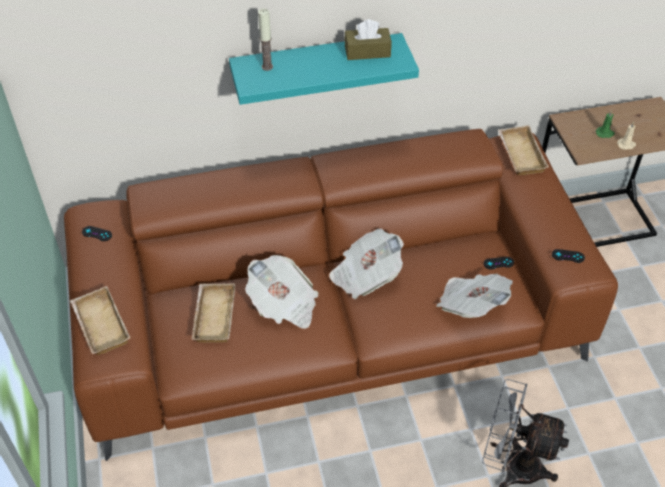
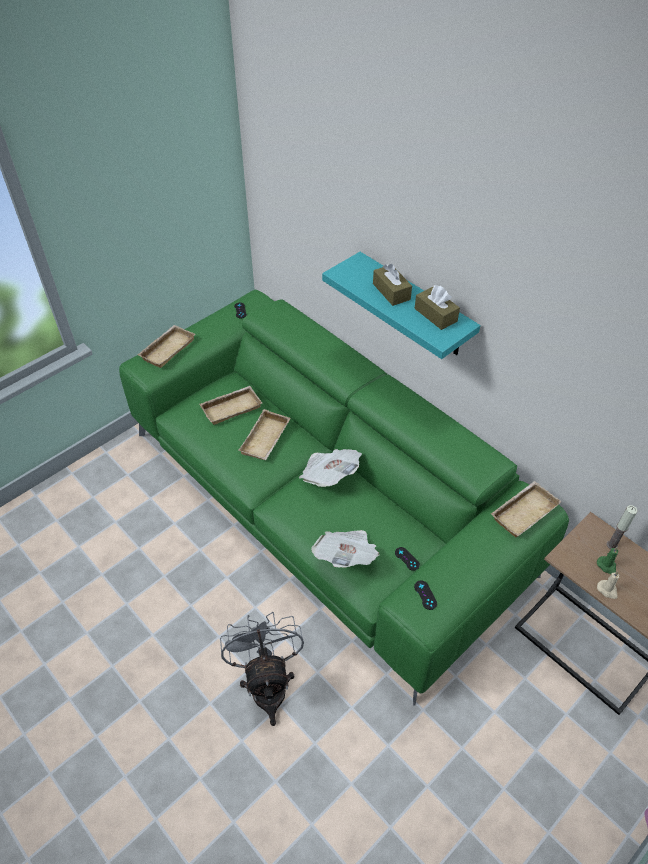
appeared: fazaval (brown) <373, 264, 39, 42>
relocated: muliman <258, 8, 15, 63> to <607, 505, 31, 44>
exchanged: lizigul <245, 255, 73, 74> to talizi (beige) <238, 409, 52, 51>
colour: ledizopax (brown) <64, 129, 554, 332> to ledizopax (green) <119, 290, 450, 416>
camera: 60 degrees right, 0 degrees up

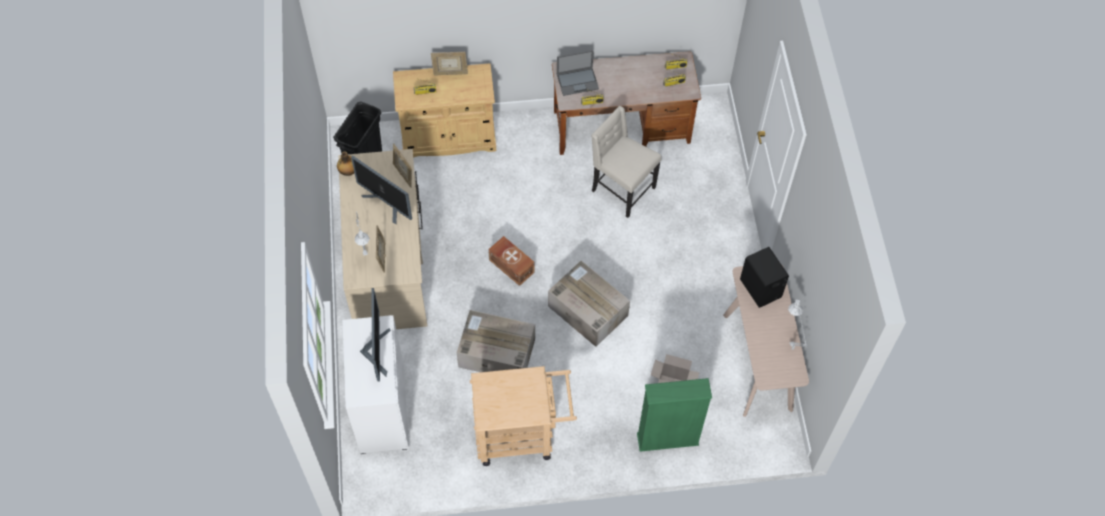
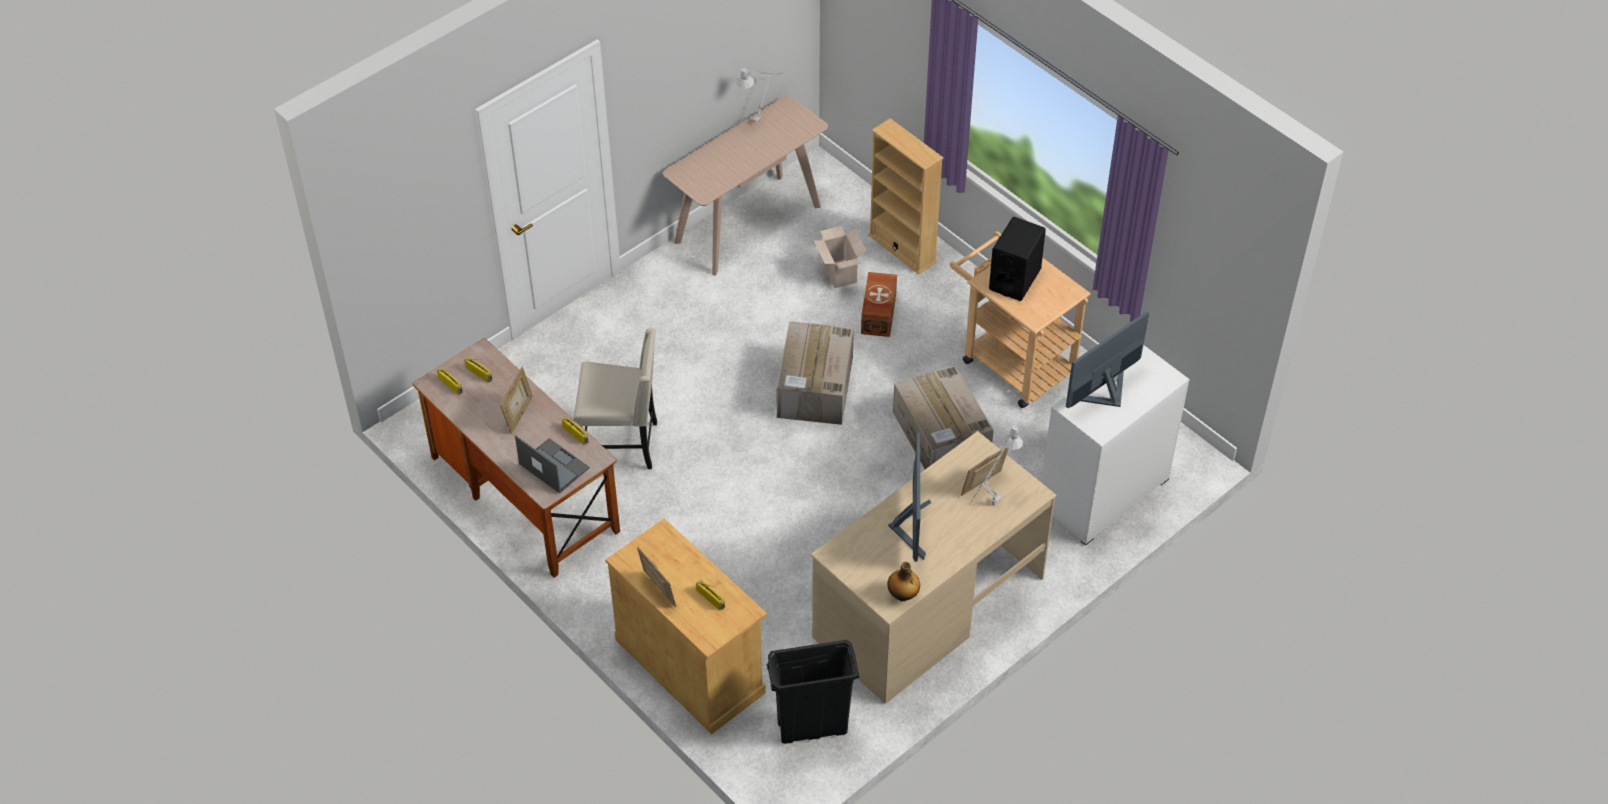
relocated: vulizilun <393, 143, 19, 45> to <500, 367, 33, 67>; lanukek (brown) <488, 236, 47, 50> to <861, 272, 36, 65>; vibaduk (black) <740, 247, 49, 61> to <989, 217, 57, 84>
colour: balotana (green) <637, 378, 75, 74> to balotana (beige) <868, 118, 75, 156>
spun: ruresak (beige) <591, 106, 71, 112> = <574, 328, 83, 141> 90 degrees counterclockwise
camera: 125 degrees left, 10 degrees down

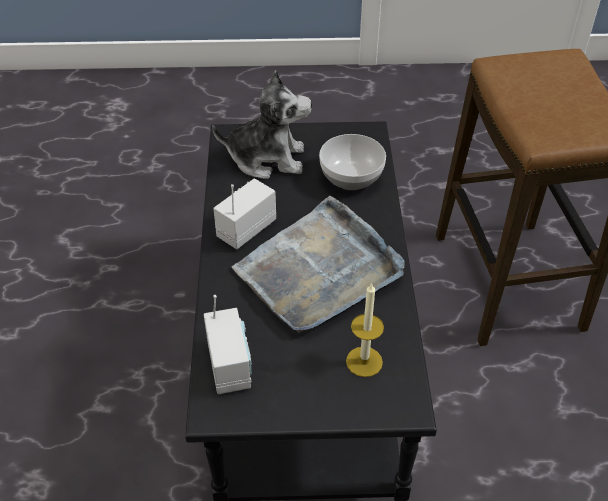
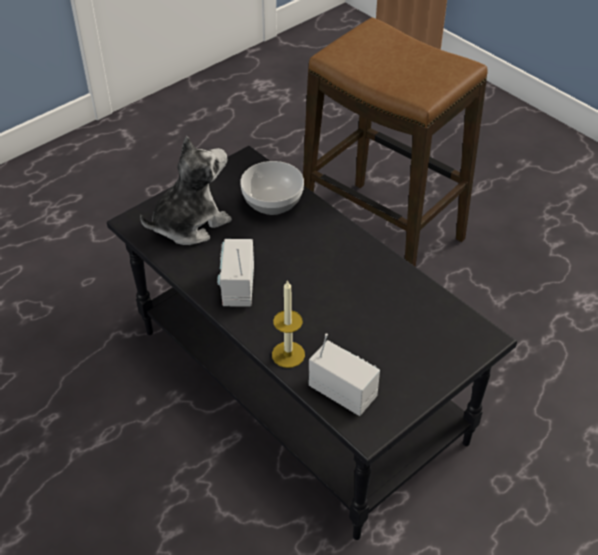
missing: talizi (grey) <232, 196, 173, 137>
relocated: muliman <346, 282, 38, 95> to <272, 280, 33, 88>
camera: 40 degrees left, 0 degrees up

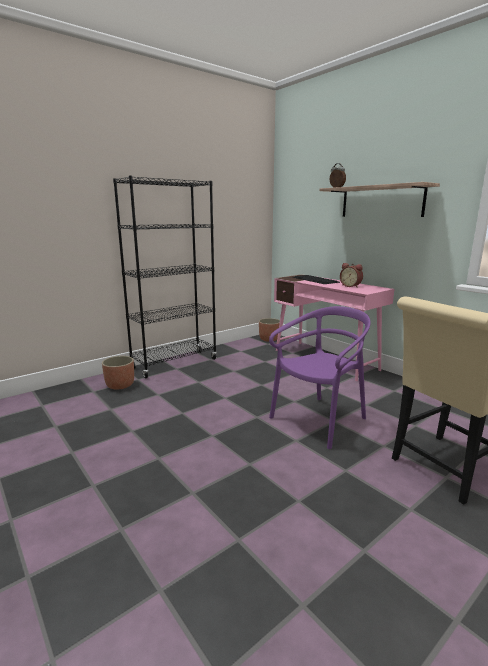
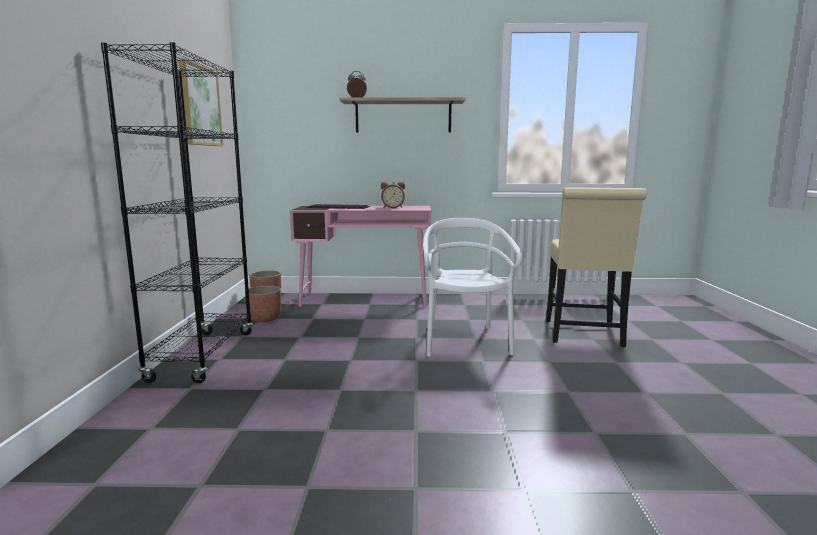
appeared: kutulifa <179, 58, 44, 88>
relocated: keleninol <102, 356, 32, 33> to <245, 286, 36, 36>
colour: ruresak (purple) <269, 306, 102, 143> to ruresak (white) <423, 218, 99, 139>
camera: 50 degrees left, 5 degrees down

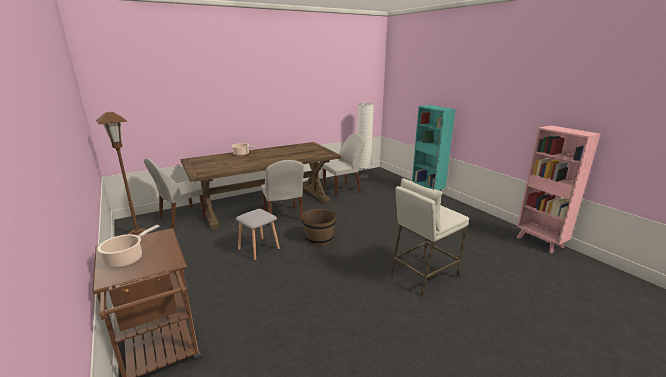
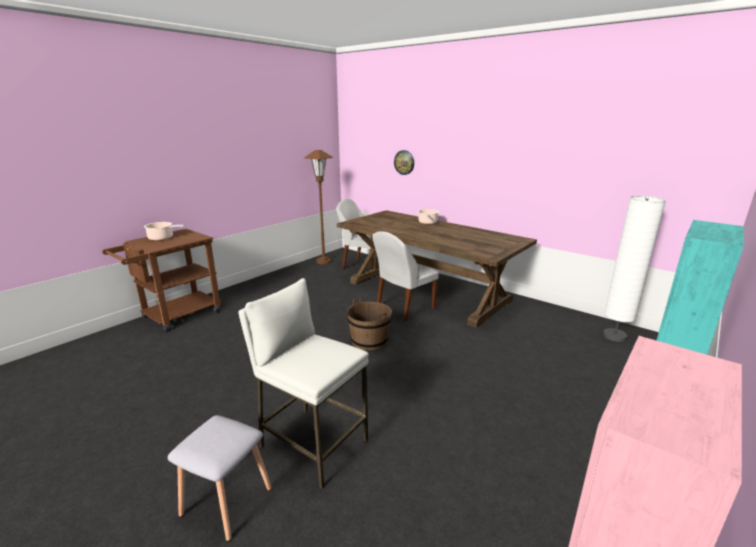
missing: ruresak (white) <322, 134, 43, 62>
appeared: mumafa <394, 150, 20, 25>
relocated: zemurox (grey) <236, 209, 44, 52> to <167, 415, 105, 126>
camera: 70 degrees right, 0 degrees up

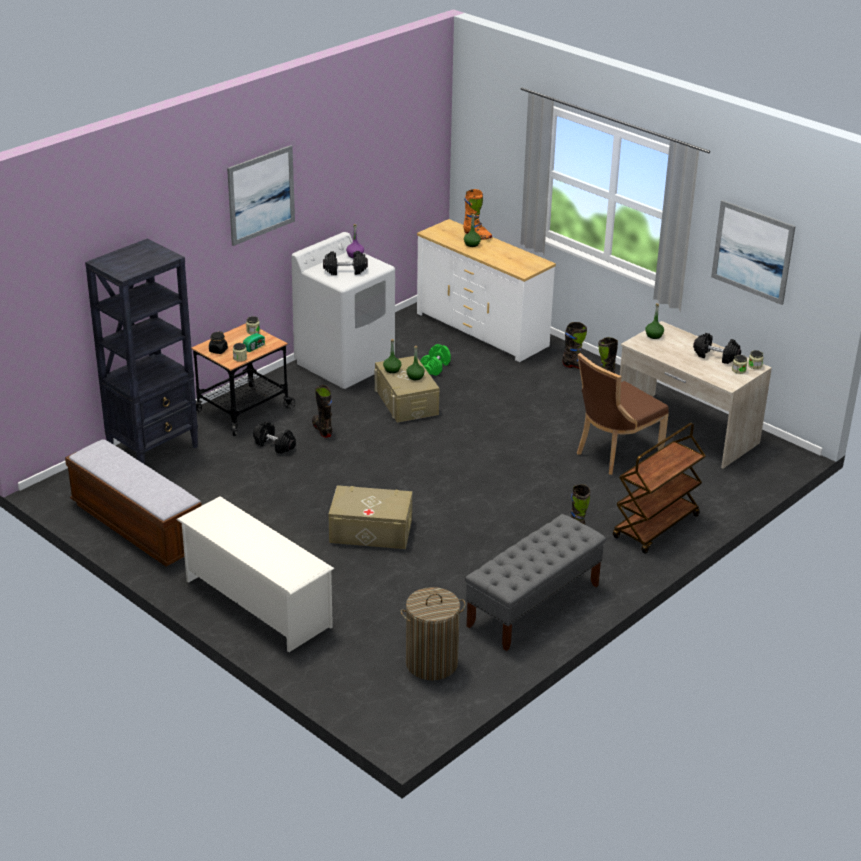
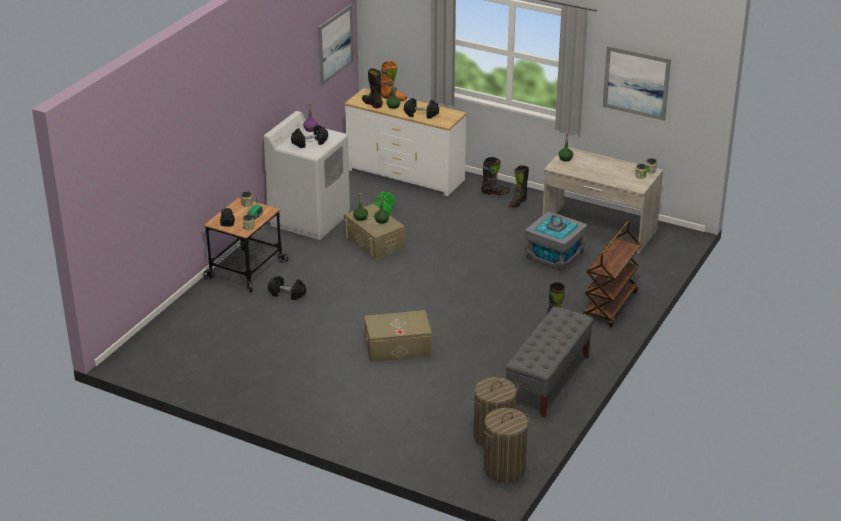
missing: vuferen <65, 439, 137, 127>; balotana (black) <85, 239, 113, 225>; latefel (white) <176, 496, 158, 156>
appeared: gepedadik <483, 408, 46, 74>
relocated: kutulifa <227, 145, 68, 101> to <318, 4, 36, 81>; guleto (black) <312, 385, 21, 53> to <362, 68, 21, 40>; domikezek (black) <693, 333, 48, 31> to <404, 98, 35, 21>
exchanged: ruresak (brown) <577, 353, 92, 122> to lanukek (grey) <525, 211, 62, 60>
camera: 15 degrees left, 0 degrees up

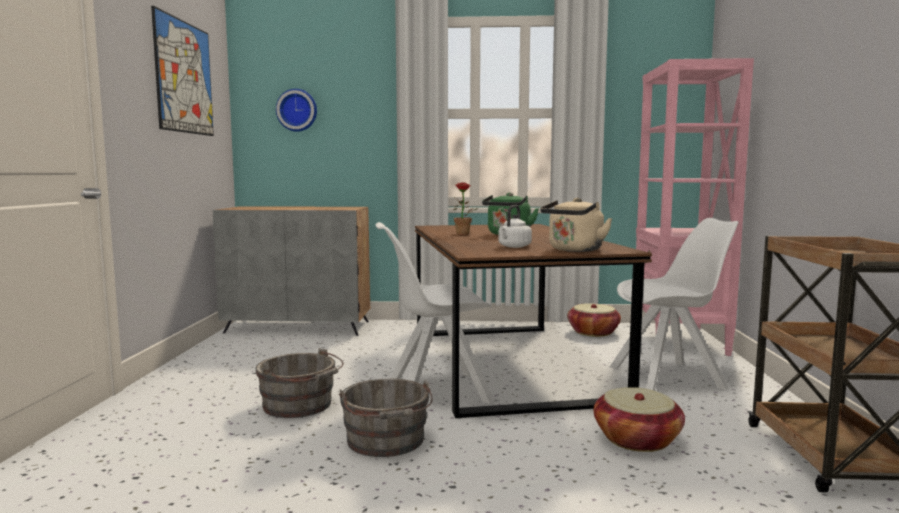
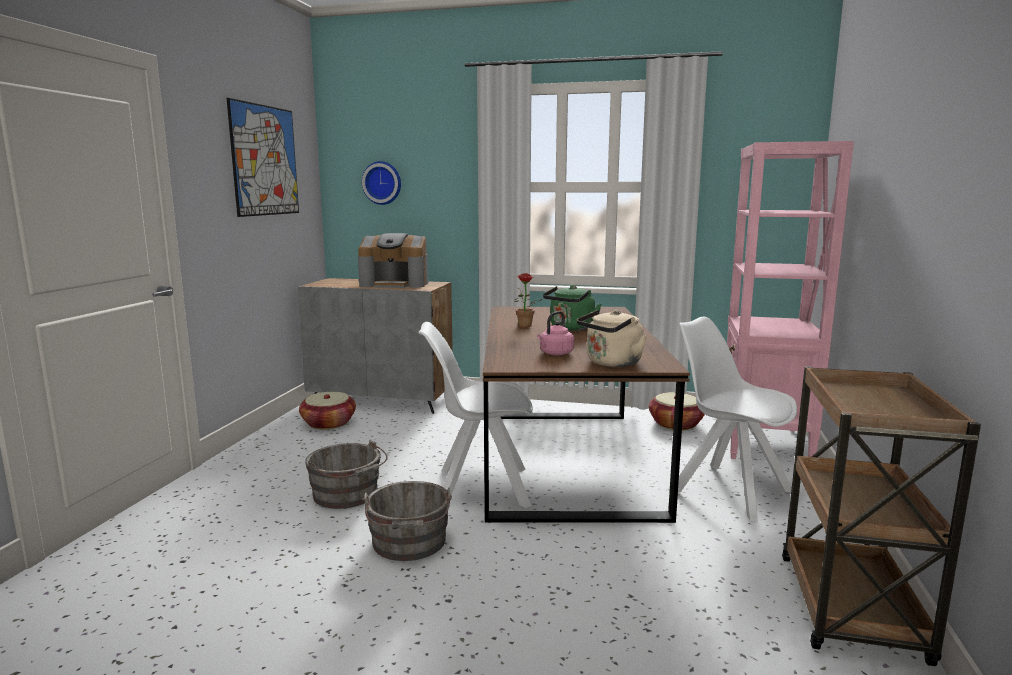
appeared: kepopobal <358, 233, 70, 55>
relocated: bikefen <594, 387, 91, 65> to <299, 392, 57, 38>
colour: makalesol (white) <498, 205, 34, 43> to makalesol (pink) <537, 311, 37, 44>
spun: ruresak (white) <609, 218, 130, 173> = <678, 317, 119, 204> 135 degrees counterclockwise
camera: 10 degrees right, 5 degrees up

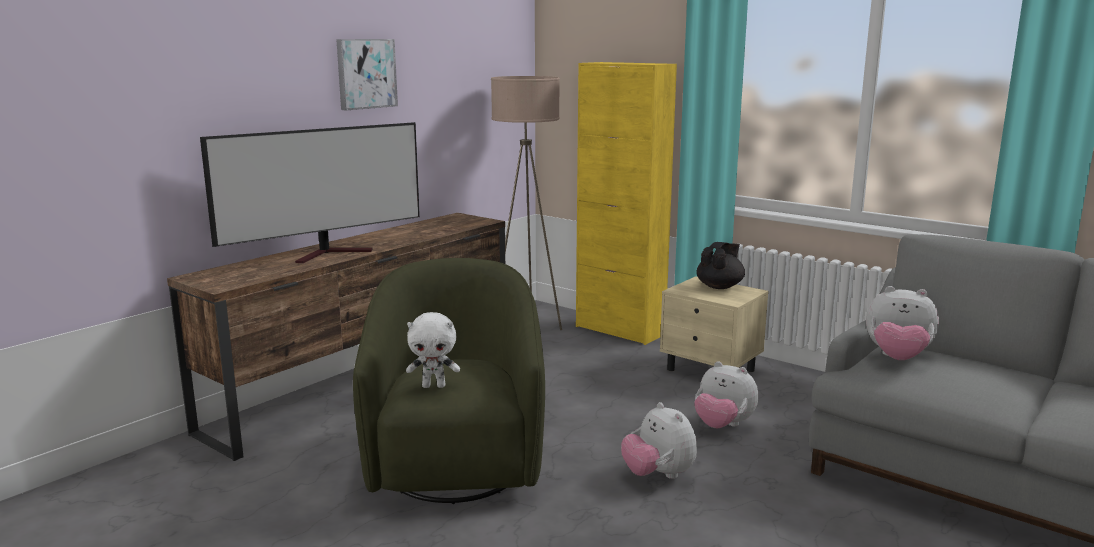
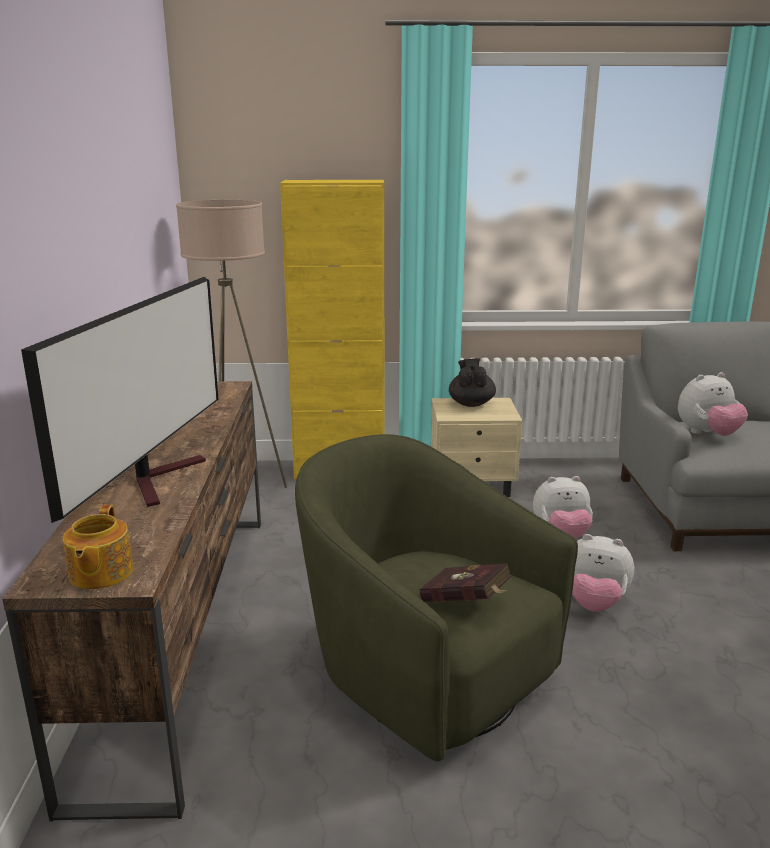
missing: kutulifa <336, 39, 62, 72>
appeared: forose <63, 505, 71, 84>
exchanged: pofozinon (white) <406, 312, 54, 76> to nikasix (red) <419, 563, 92, 39>
camera: 40 degrees left, 5 degrees up

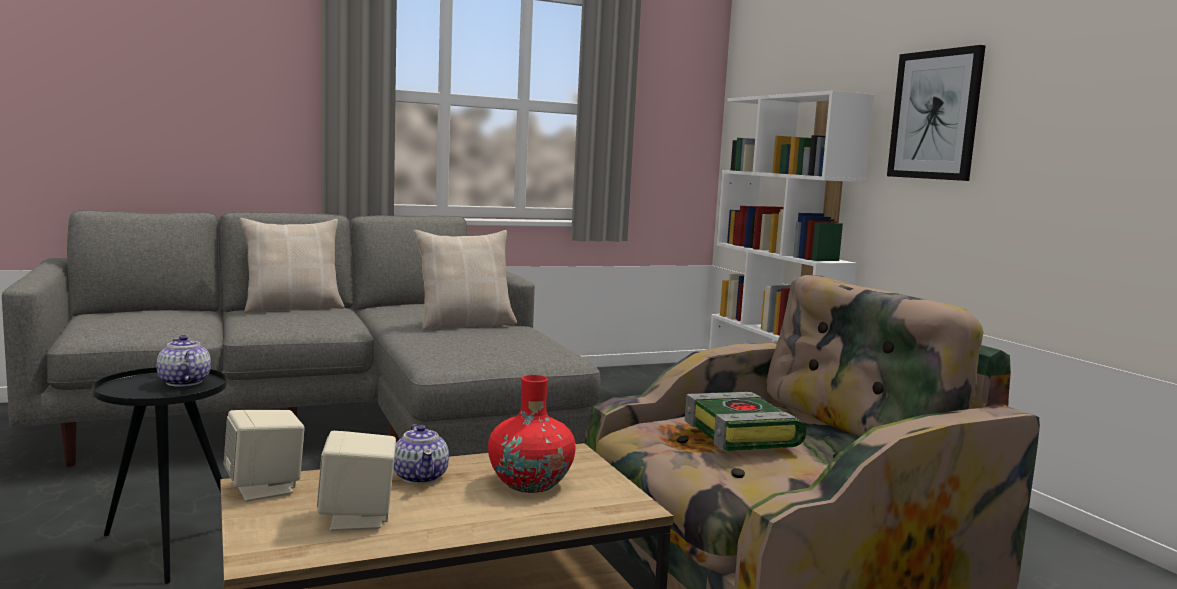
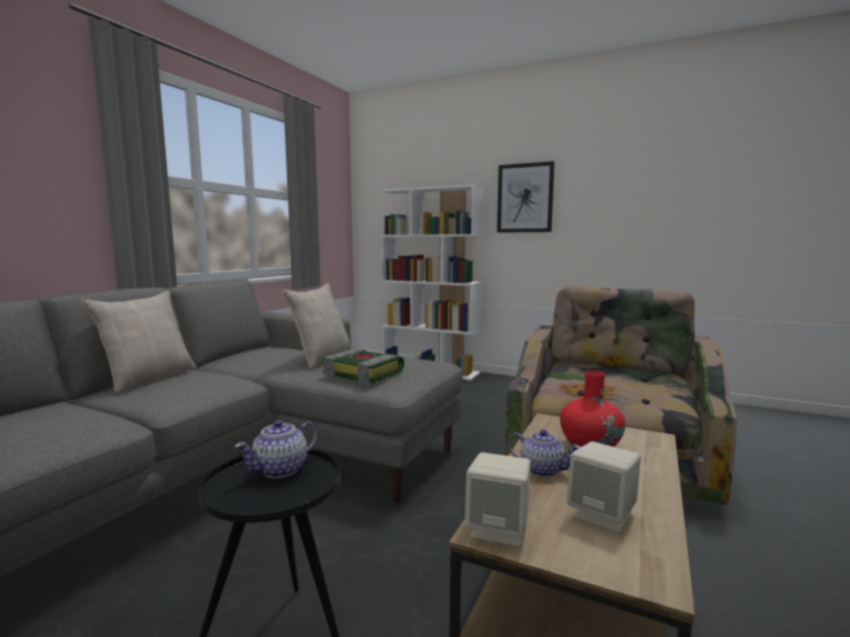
relocated: nikasix <685, 392, 122, 59> to <323, 349, 81, 35>
spun: forose <156, 335, 55, 51> = <235, 420, 83, 58> 60 degrees counterclockwise
camera: 40 degrees left, 0 degrees up

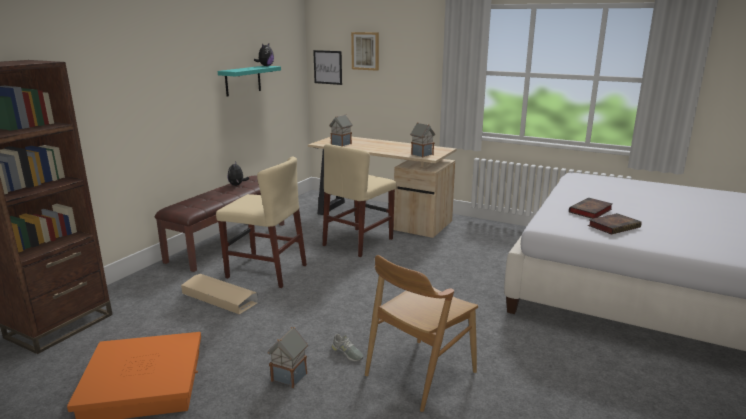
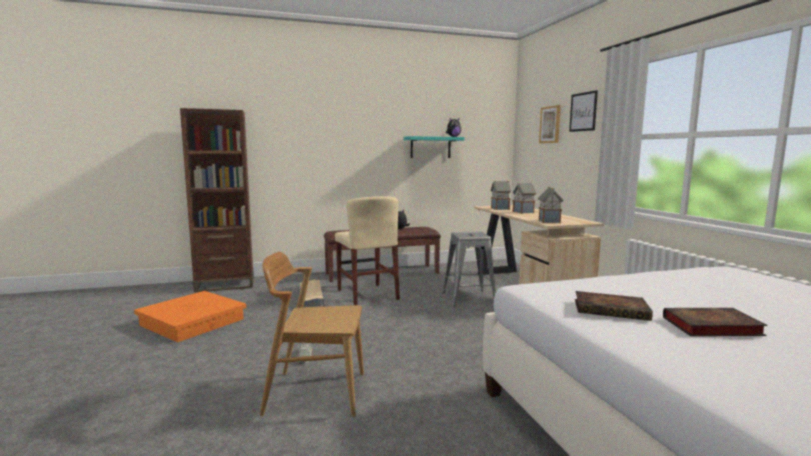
relocated: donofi <267, 327, 41, 61> to <512, 182, 24, 32>; kutulifa <313, 50, 29, 35> to <569, 90, 29, 42>; nikasix <569, 198, 43, 21> to <663, 308, 105, 28>
exchanged: ruresak (beige) <323, 144, 73, 113> to zemurox (grey) <443, 232, 53, 74>
camera: 45 degrees right, 10 degrees down

